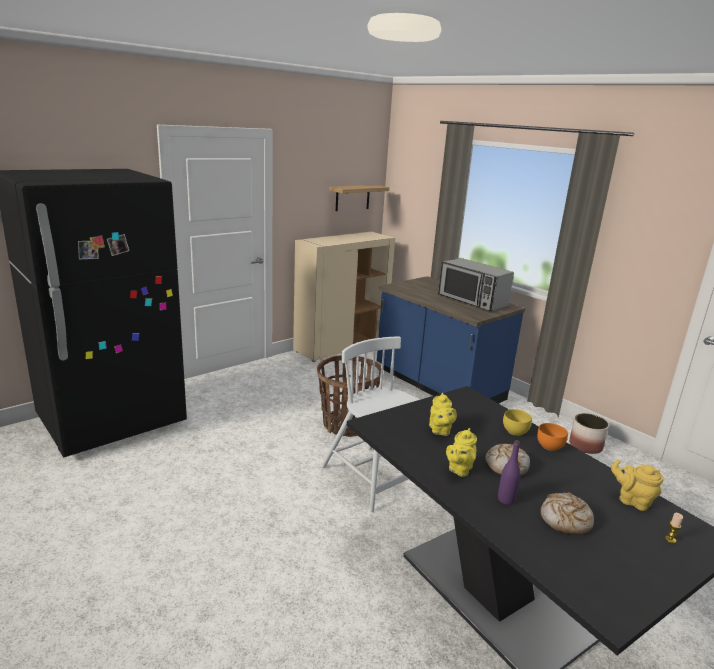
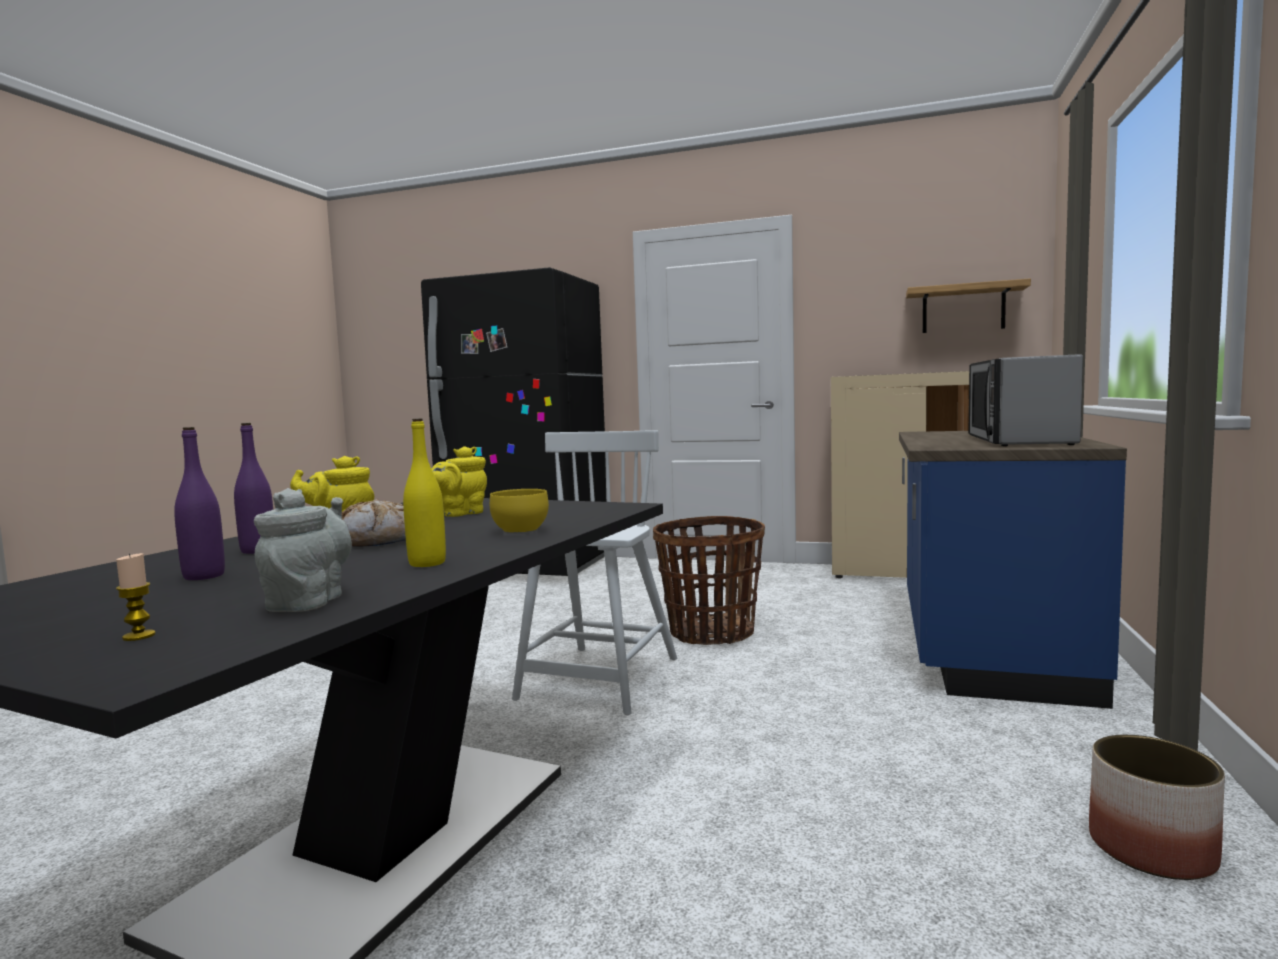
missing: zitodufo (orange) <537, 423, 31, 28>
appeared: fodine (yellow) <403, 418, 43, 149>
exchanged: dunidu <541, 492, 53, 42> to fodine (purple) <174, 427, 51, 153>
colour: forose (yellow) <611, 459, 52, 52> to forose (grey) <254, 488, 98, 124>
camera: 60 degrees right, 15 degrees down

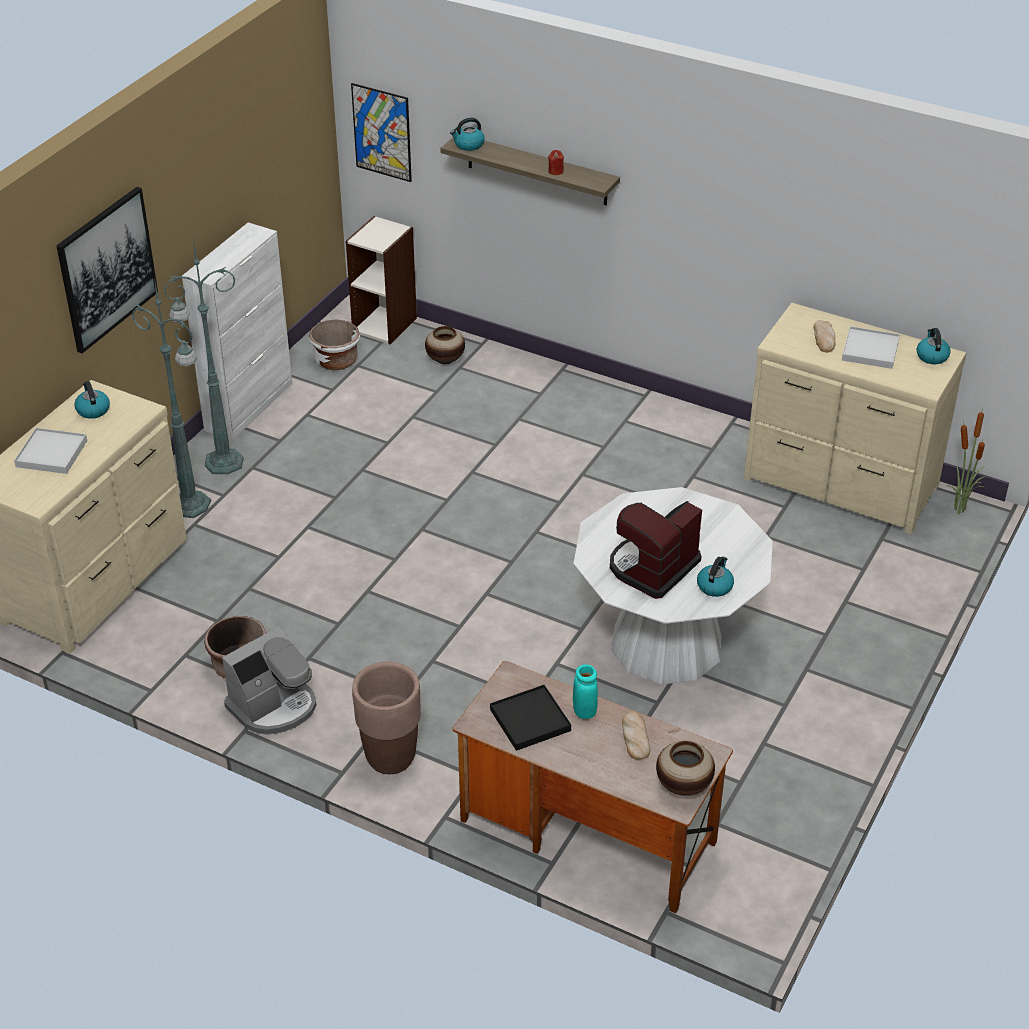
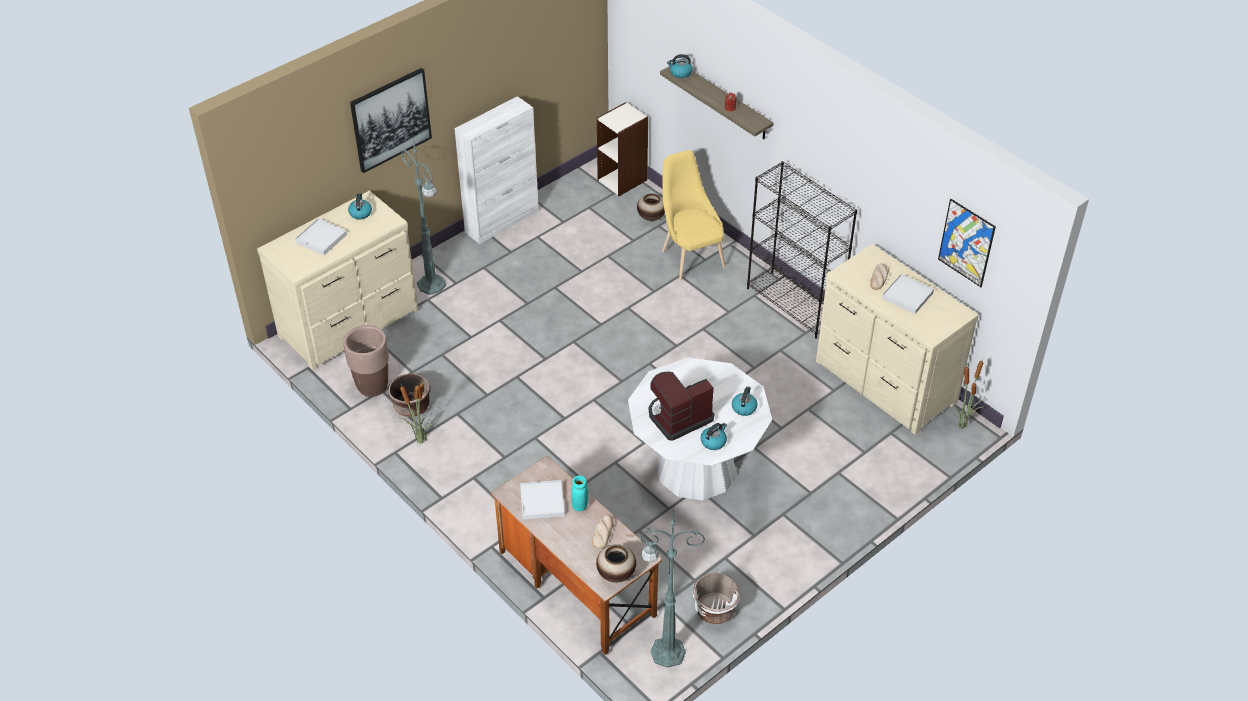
appeared: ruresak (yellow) <662, 150, 63, 131>; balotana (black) <747, 161, 110, 178>
relocated: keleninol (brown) <352, 662, 69, 112> to <343, 325, 46, 72>; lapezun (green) <164, 238, 80, 236> to <640, 507, 65, 161>; keleninol (white) <309, 320, 51, 50> to <693, 573, 47, 51>; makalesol <917, 328, 34, 36> to <732, 386, 26, 30>; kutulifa <351, 83, 61, 99> to <938, 199, 58, 88>
exchanged: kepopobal <222, 627, 95, 108> to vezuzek <400, 382, 34, 61>
colour: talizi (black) <490, 685, 81, 66> to talizi (white) <520, 480, 44, 40>
camera: 20 degrees right, 5 degrees up

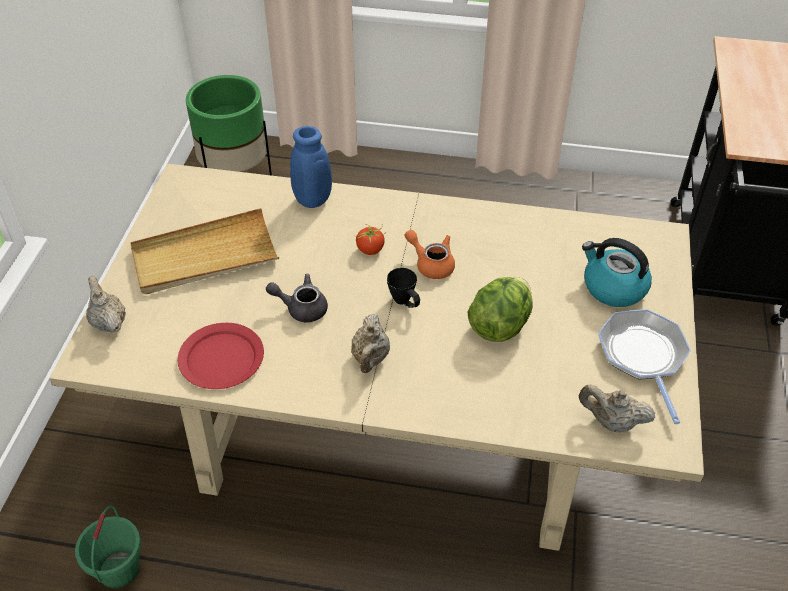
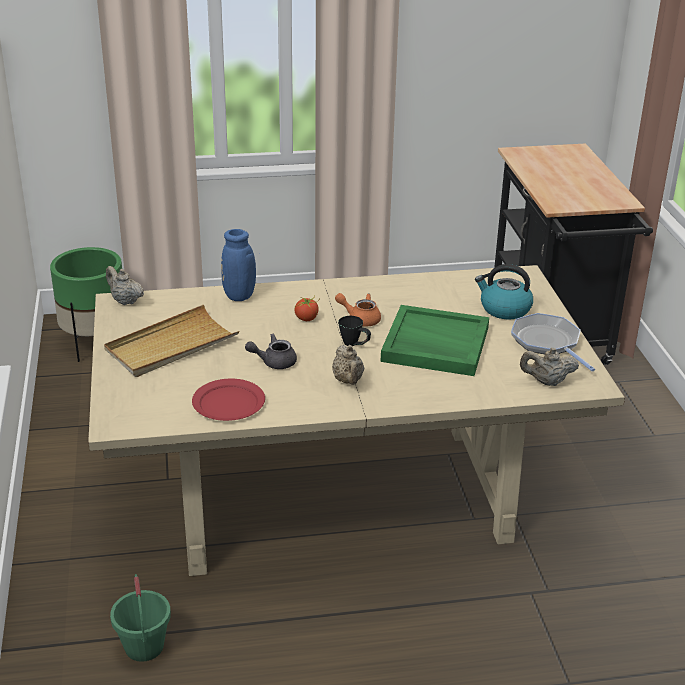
relocated: forose (beige) <86, 276, 40, 56> to <106, 266, 38, 39>
exchanged: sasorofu <467, 277, 66, 65> to talizi (green) <381, 305, 108, 71>
camera: 20 degrees left, 15 degrees down

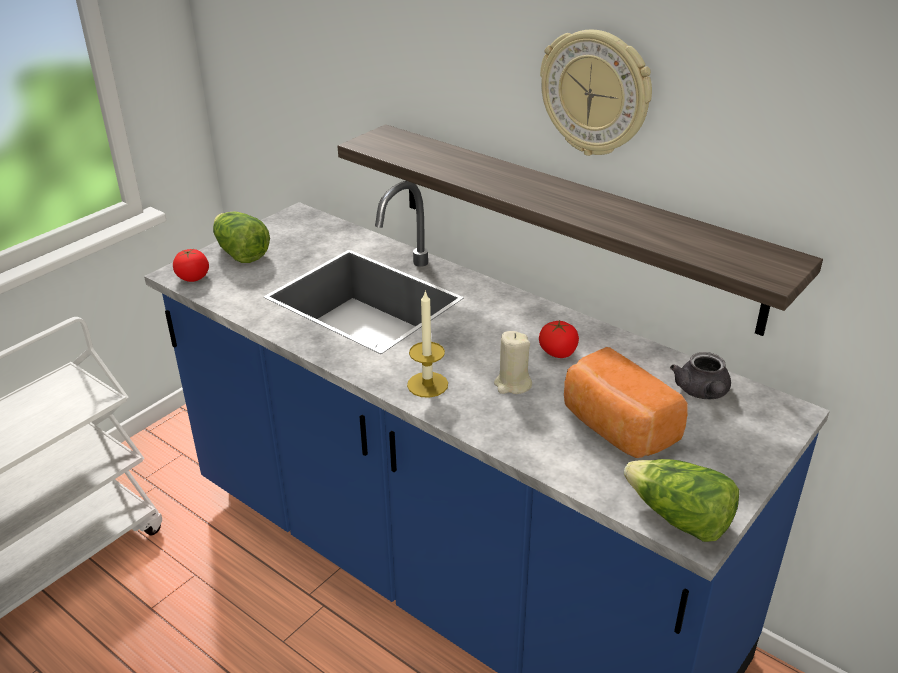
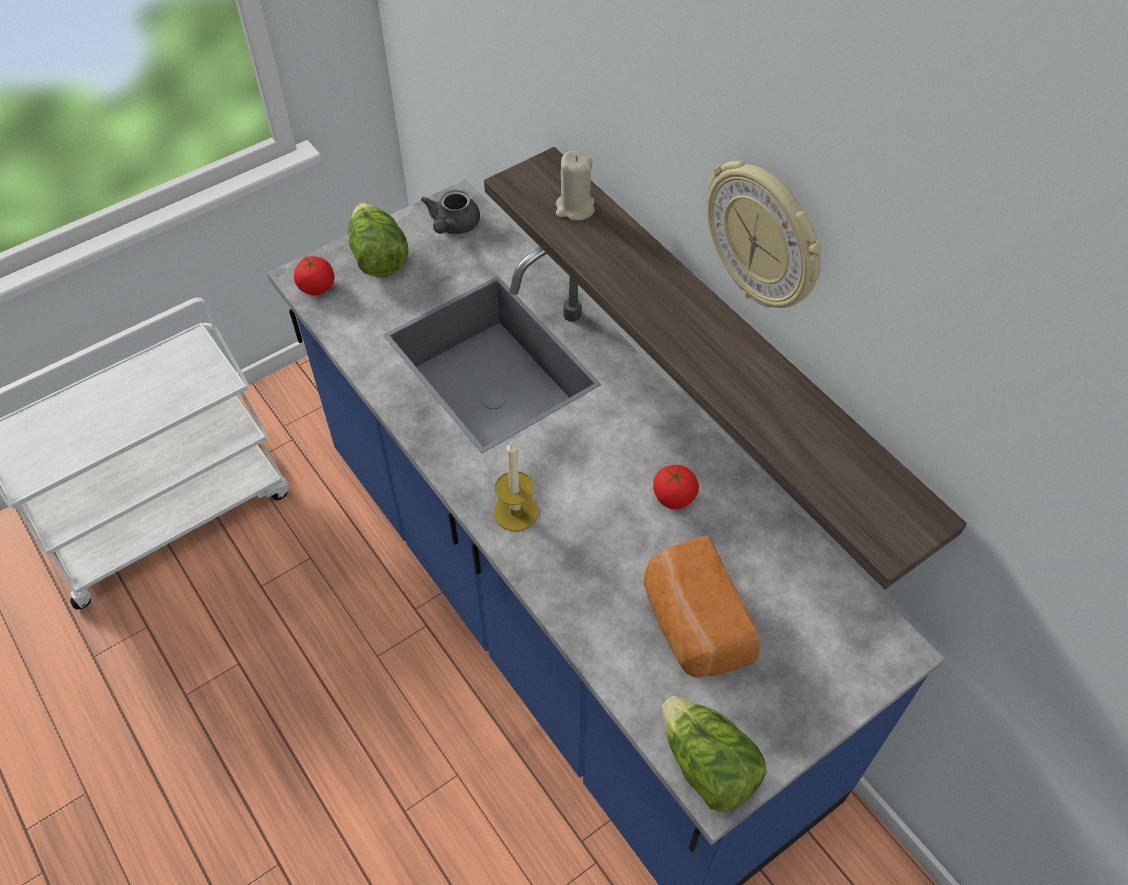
relocated: forose (grey) <670, 352, 61, 47> to <421, 190, 59, 44>; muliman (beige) <494, 331, 38, 63> to <556, 151, 39, 69>
camera: 15 degrees right, 20 degrees up

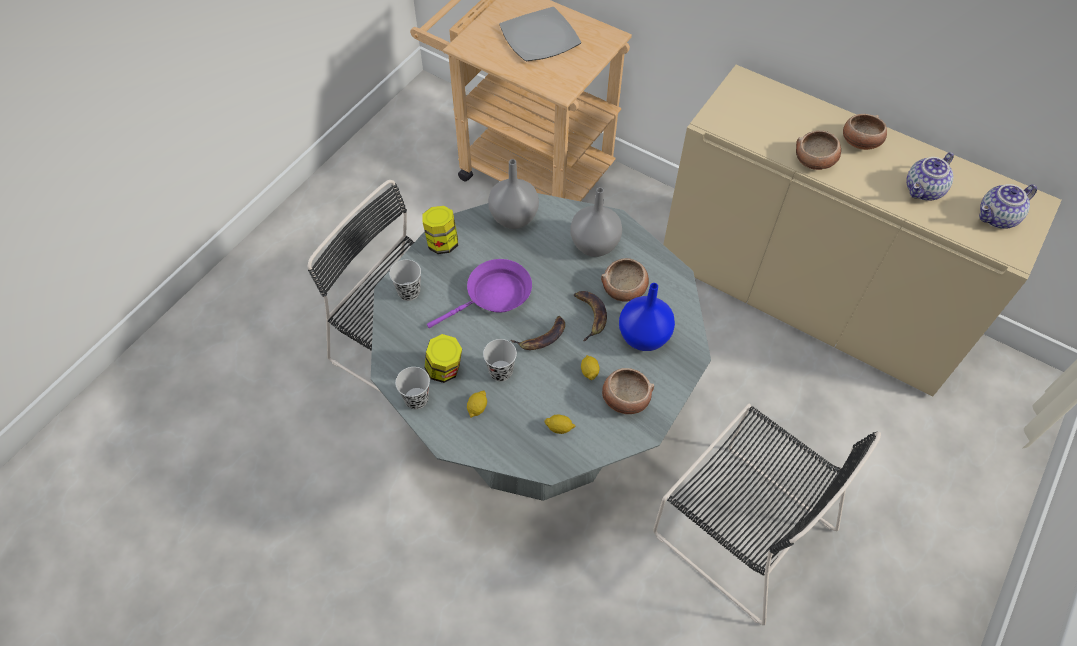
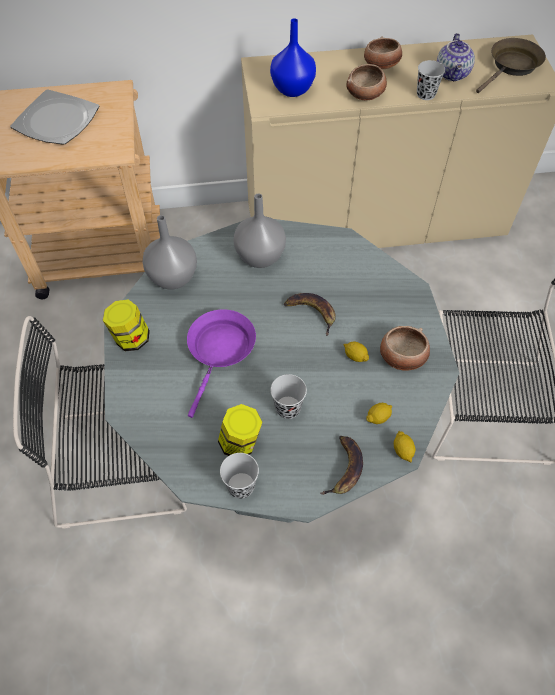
missing: zitodufo <601, 258, 48, 44>
relocated: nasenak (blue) <619, 283, 56, 68> to <270, 18, 46, 79>; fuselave <511, 316, 54, 34> to <320, 436, 43, 59>; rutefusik <467, 390, 20, 28> to <394, 431, 21, 31>; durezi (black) <389, 260, 32, 41> to <417, 60, 28, 40>
exchanged: forose <979, 184, 58, 44> to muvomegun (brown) <476, 38, 70, 55>
camera: 40 degrees left, 0 degrees up

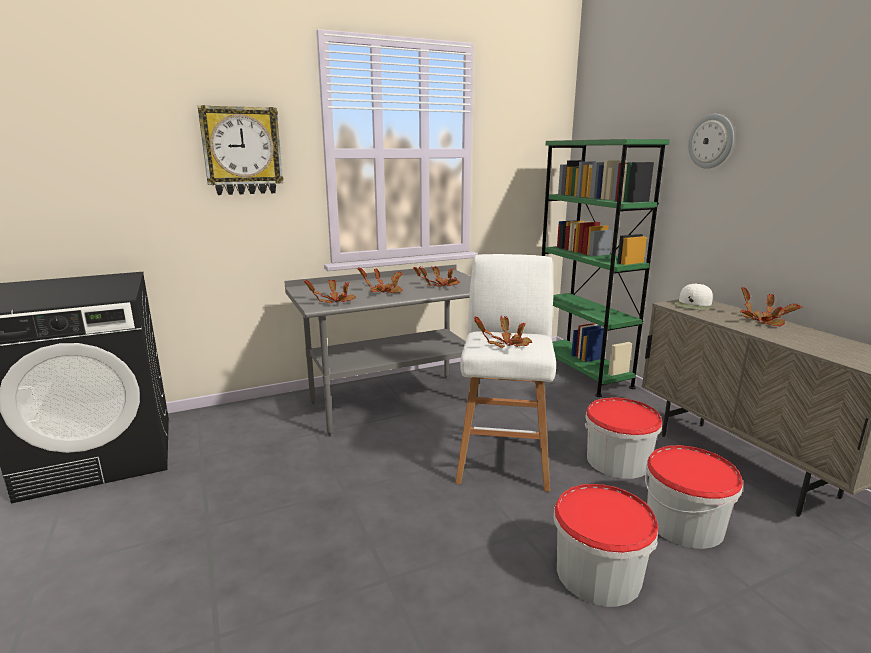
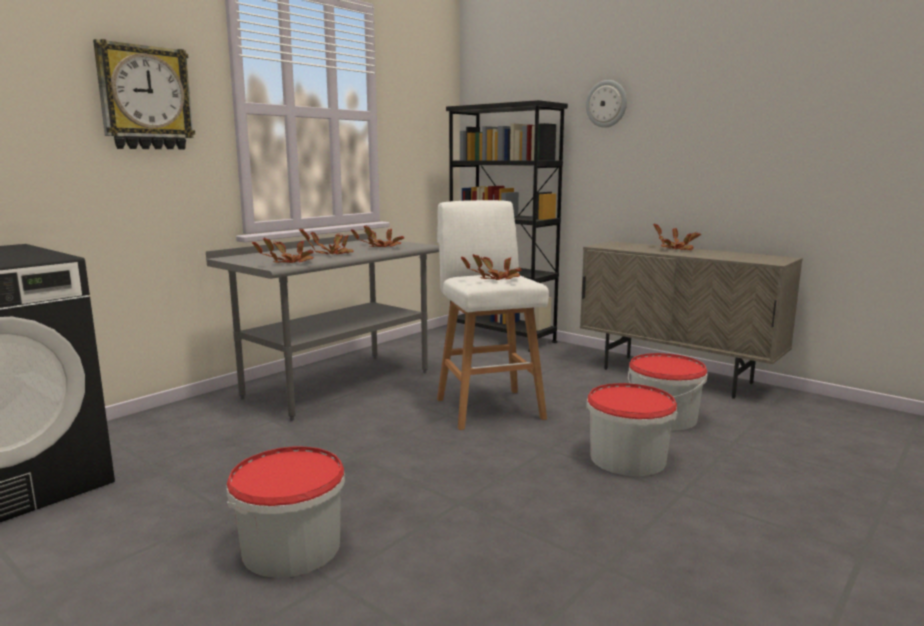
missing: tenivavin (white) <673, 283, 40, 27>
relocated: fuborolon <585, 397, 77, 82> to <227, 447, 118, 131>
colour: balotana (green) <542, 139, 128, 258> to balotana (black) <446, 100, 122, 252>
camera: 25 degrees left, 5 degrees down

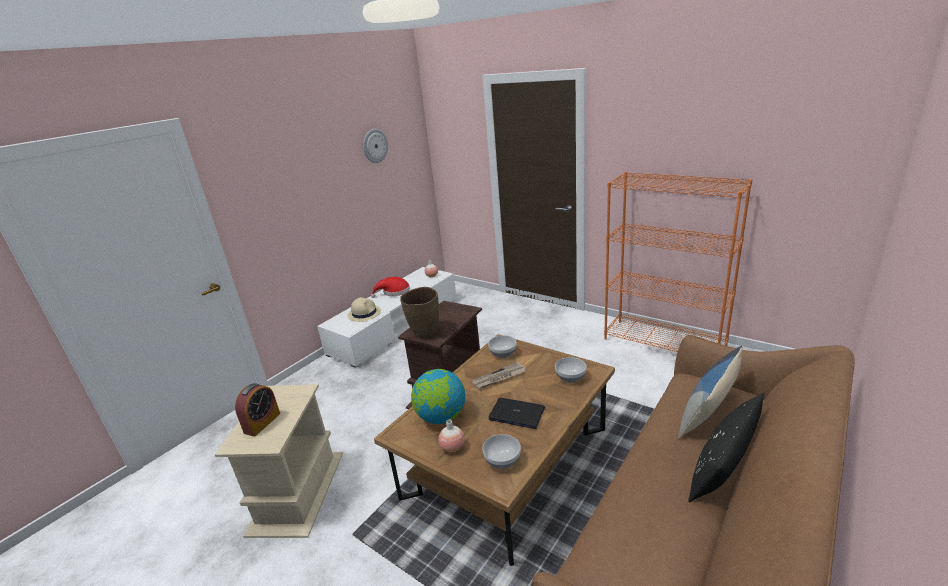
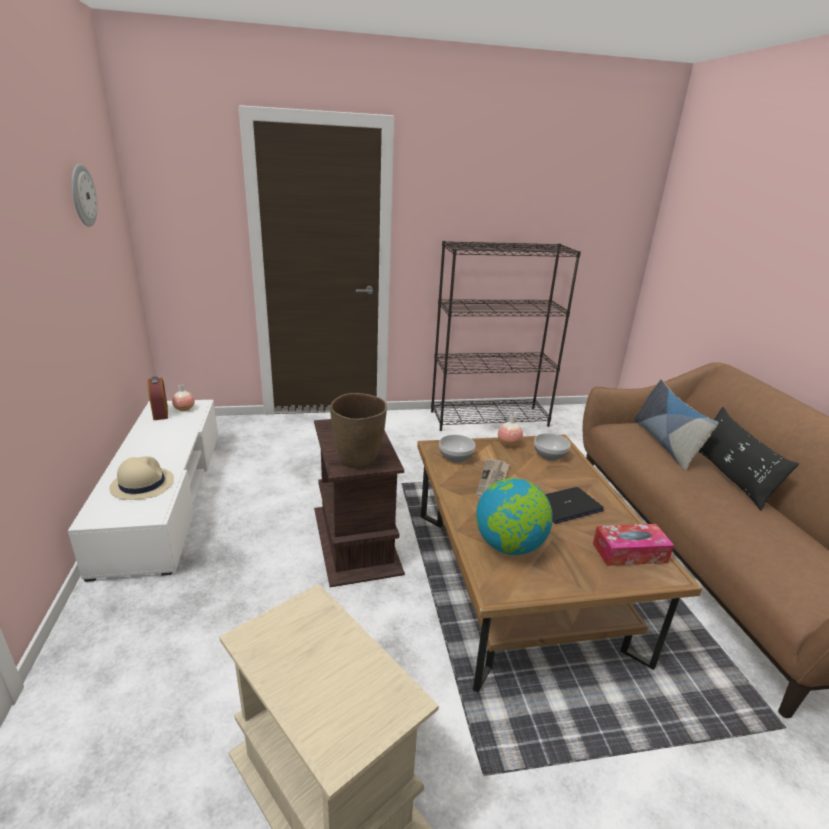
missing: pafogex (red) <371, 277, 39, 21>
relocated: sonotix <235, 383, 45, 54> to <147, 377, 21, 43>; nasenak <439, 420, 26, 32> to <498, 414, 25, 32>
exchanged: zitodufo <483, 434, 38, 35> to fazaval <593, 524, 81, 42>
colour: balotana (orange) <604, 172, 148, 180> to balotana (black) <431, 241, 150, 190>
camera: 50 degrees left, 0 degrees up

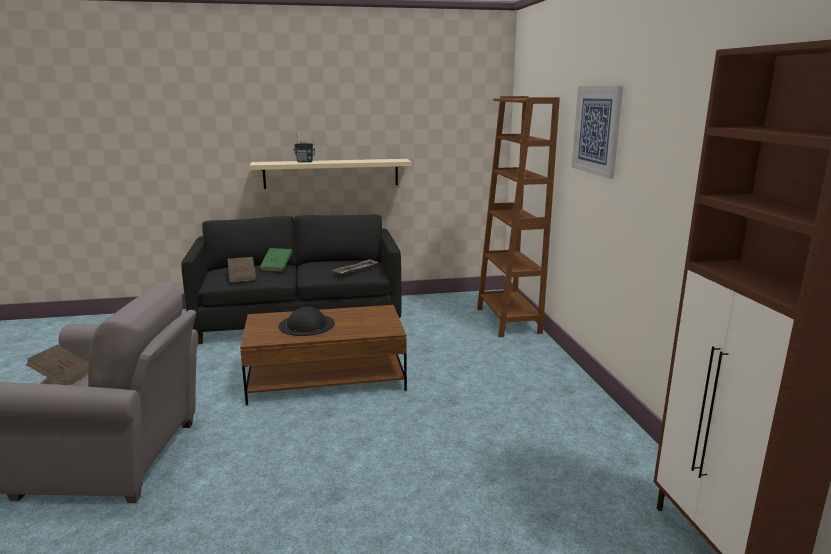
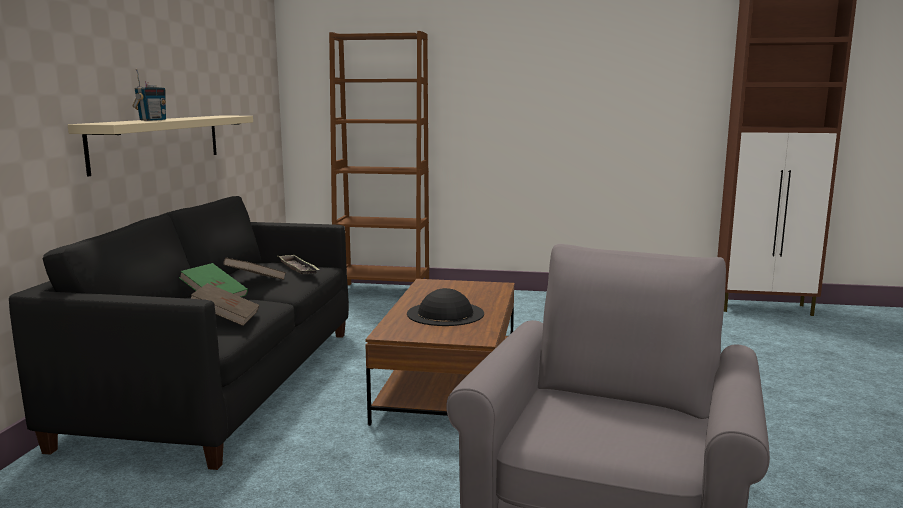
missing: kutulifa <572, 86, 51, 93>
relocated: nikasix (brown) <26, 345, 62, 40> to <223, 258, 63, 22>
camera: 70 degrees left, 5 degrees down

